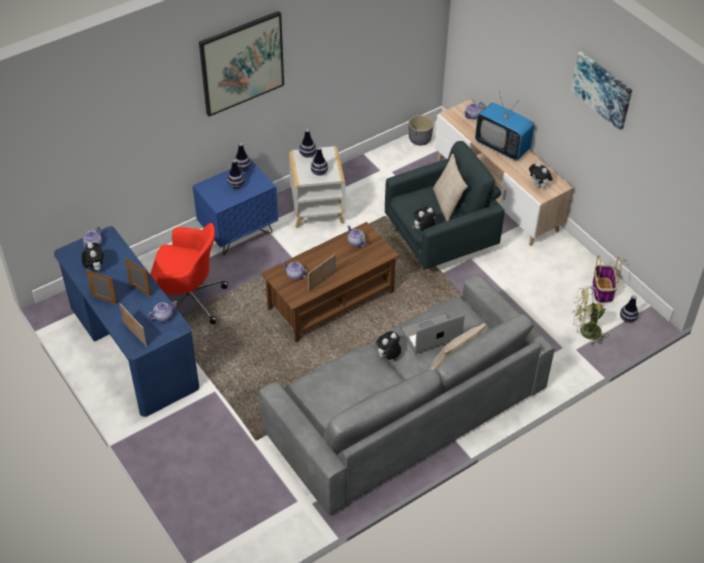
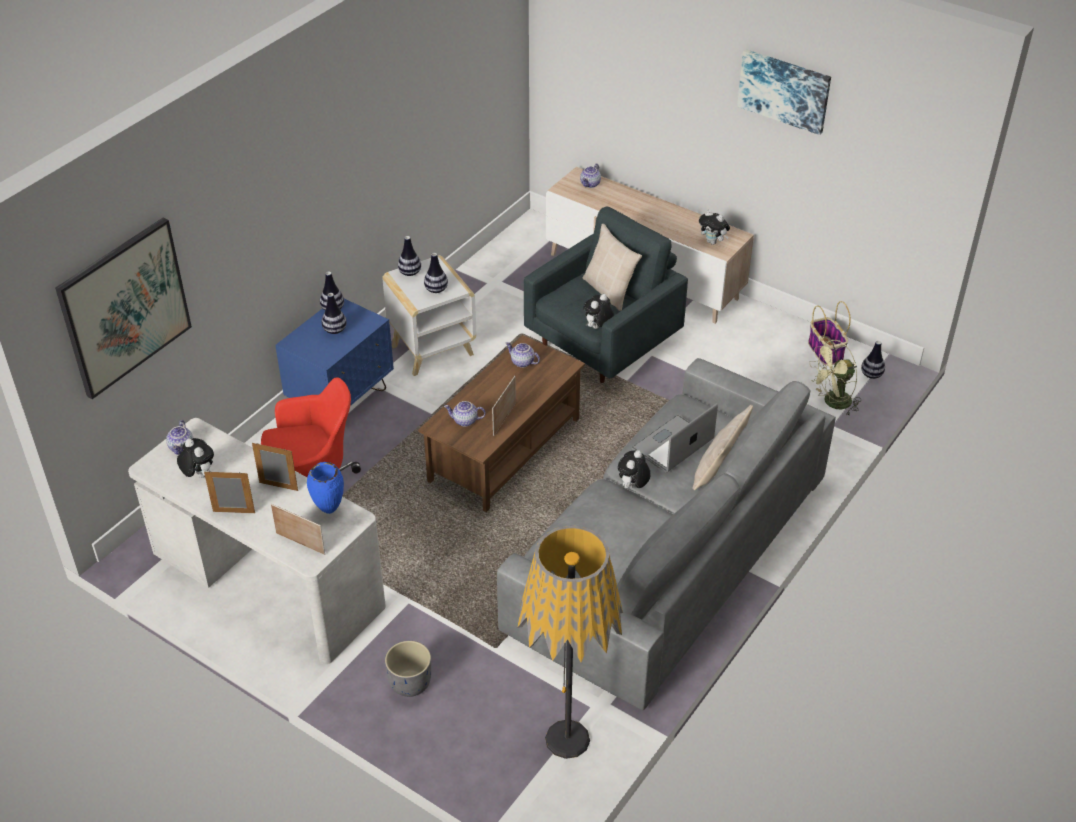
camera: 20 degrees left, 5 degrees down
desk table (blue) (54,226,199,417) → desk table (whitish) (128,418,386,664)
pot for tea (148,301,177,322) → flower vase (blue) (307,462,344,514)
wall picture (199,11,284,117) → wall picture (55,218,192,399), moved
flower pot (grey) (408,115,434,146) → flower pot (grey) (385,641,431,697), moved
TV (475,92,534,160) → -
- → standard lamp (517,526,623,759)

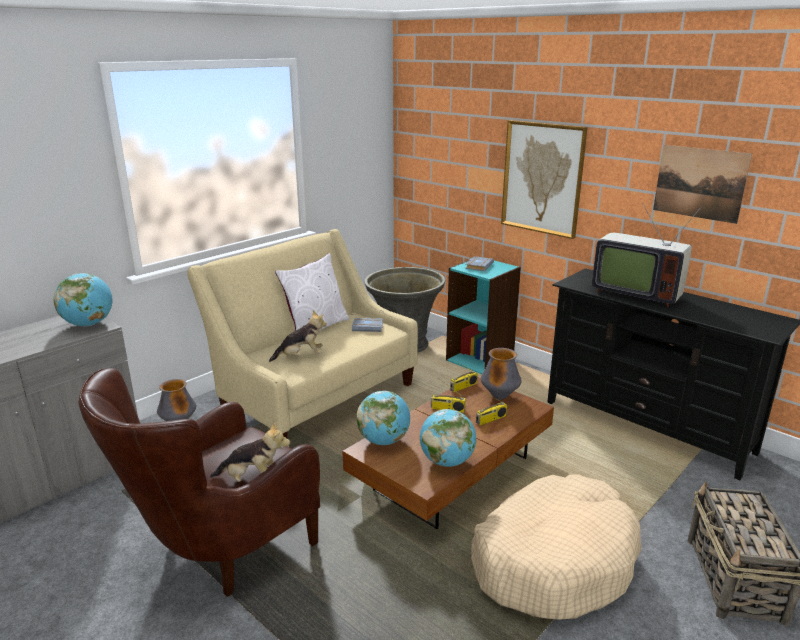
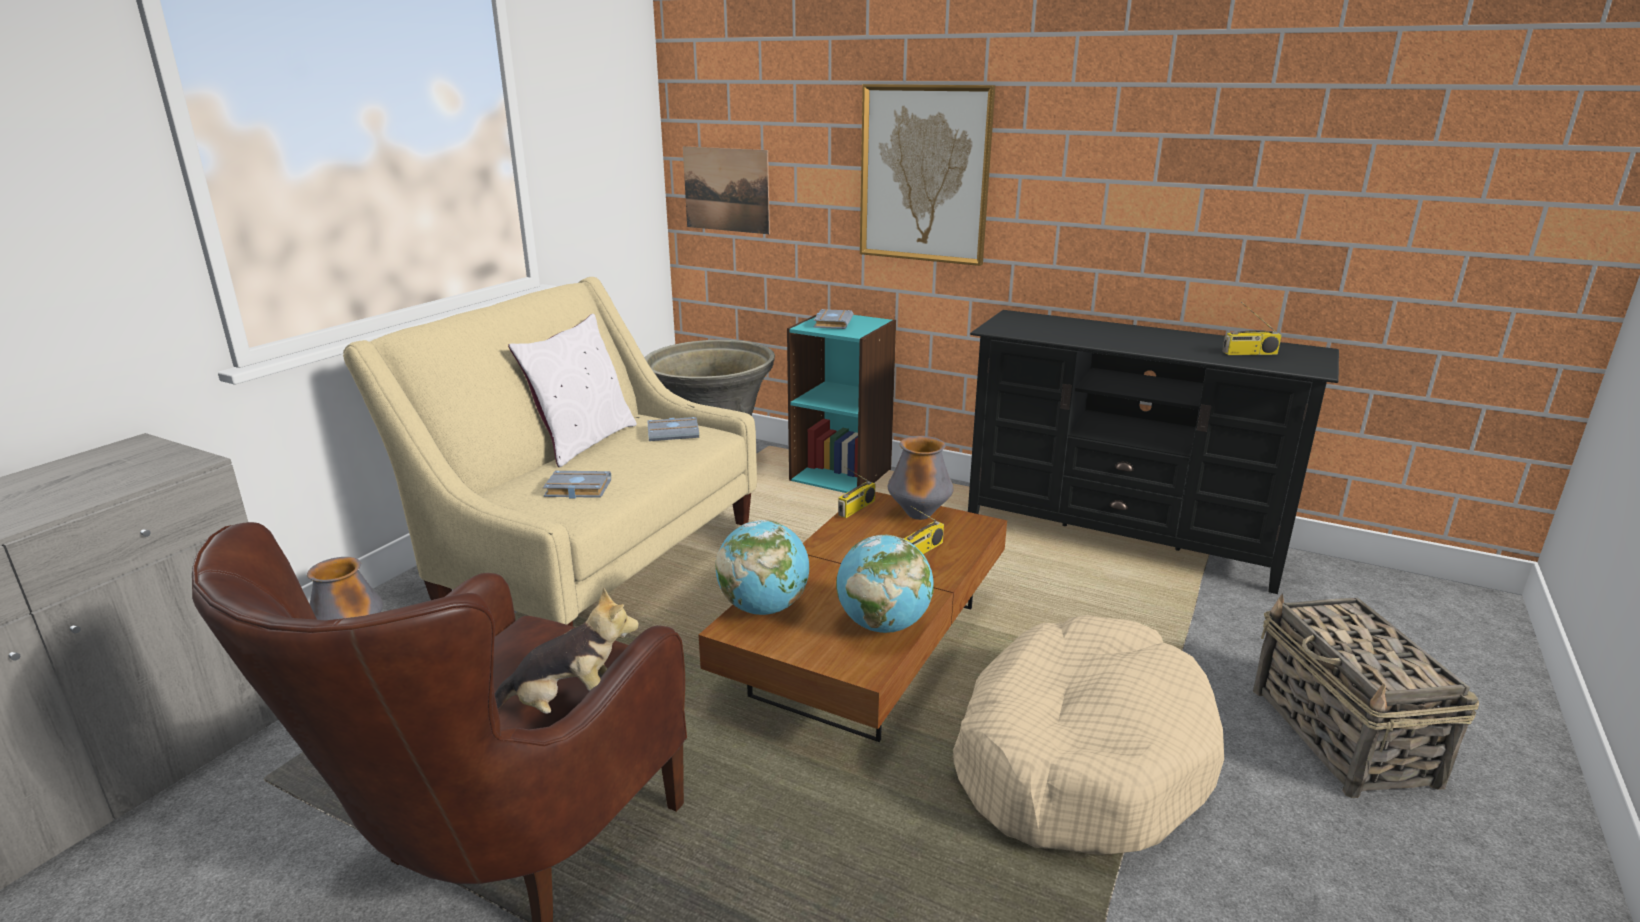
camera: 15 degrees left, 0 degrees up
world globe (54,273,112,326) → -
plush toy (269,310,327,362) → book (grey) (543,471,611,499)
radio receiver (431,379,466,412) → radio receiver (1222,302,1282,355), moved
TV (592,203,701,307) → -
wall picture (653,145,752,224) → wall picture (683,146,770,234), moved

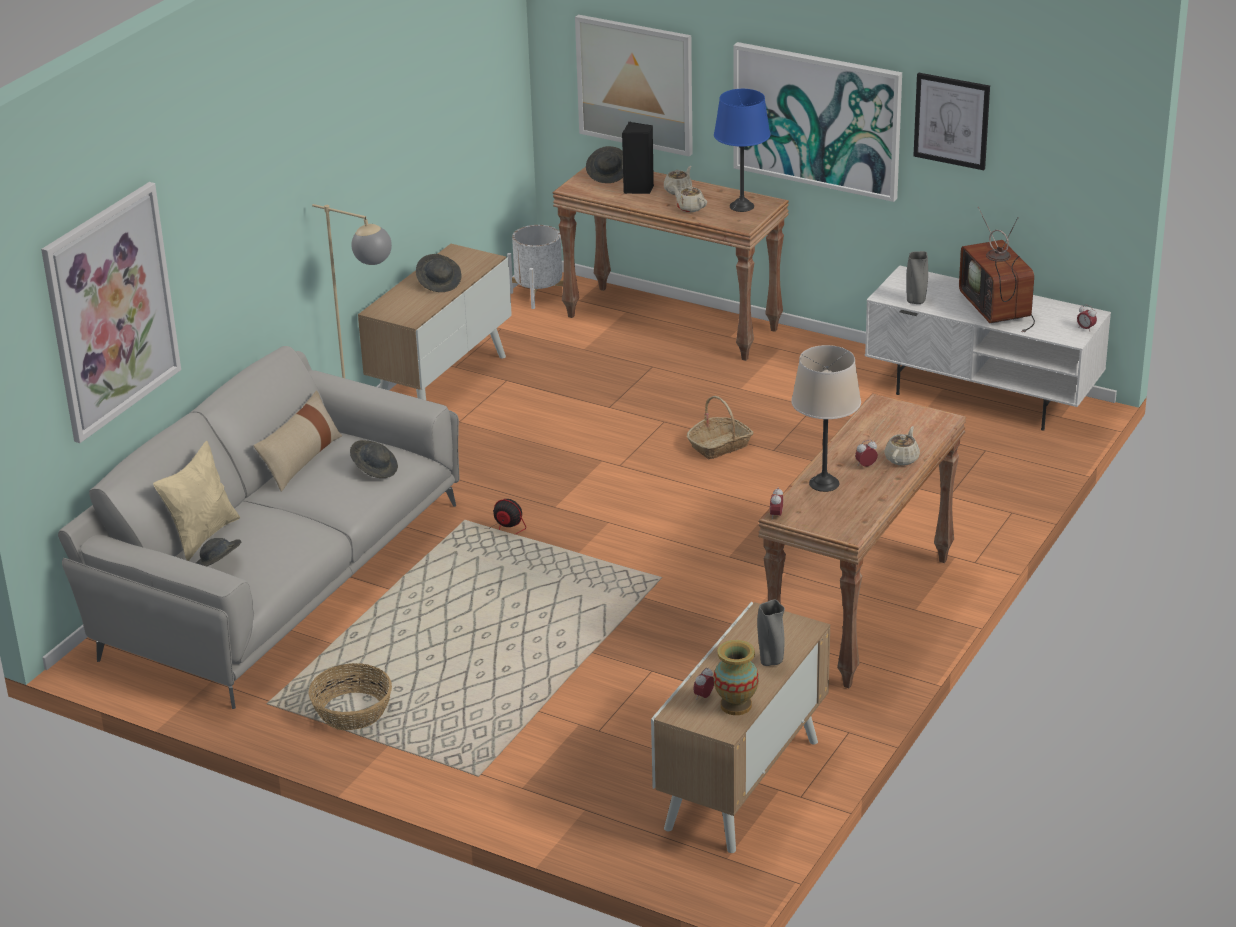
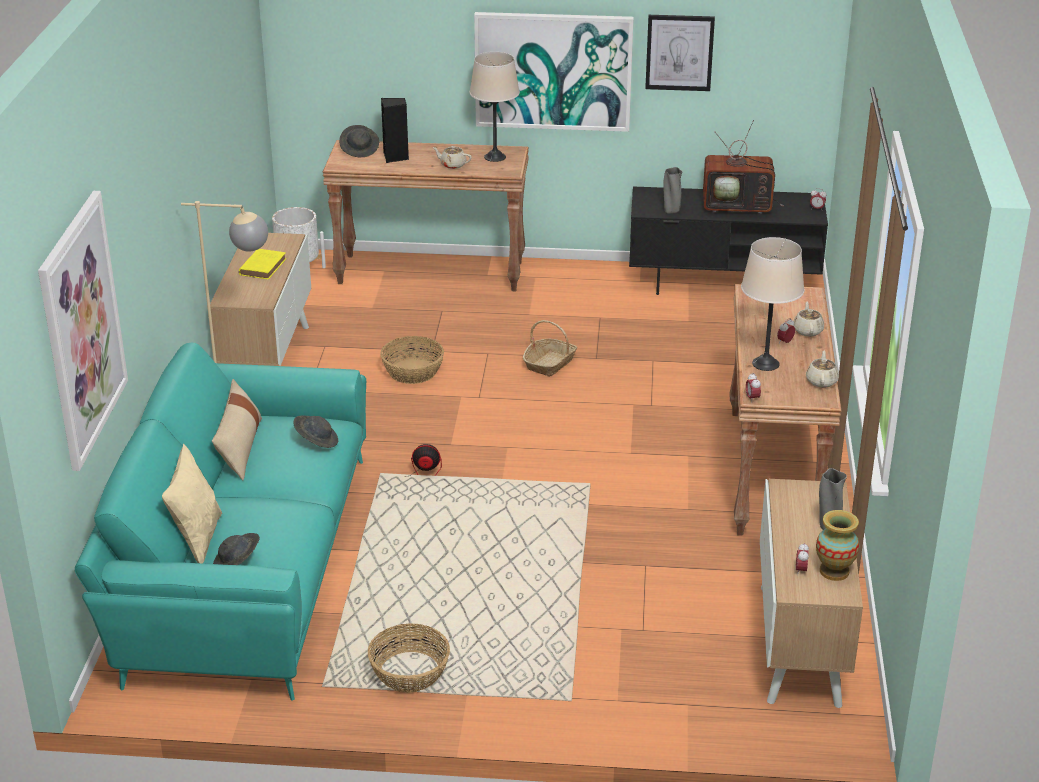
camera: 25 degrees left, 0 degrees up
settee (grey) (58,346,460,709) → settee (turquoise) (75,342,366,701)
clothing hat (grey) (416,254,462,292) → book (yellowish) (239,249,286,279)
wall picture (575,15,693,157) → -
pot for tea (beige-coloured) (664,166,692,195) → pot for tea (beige-coloured) (806,350,839,388), moved
tabletop lamp (blue) (714,89,771,212) → tabletop lamp (beige-coloured) (470,52,520,162)
media console (whitish) (865,265,1111,431) → media console (black-coloured) (629,186,828,295)
TV (959,207,1035,332) → TV (703,120,784,214), 45 degrees counterclockwise
- → basket (380,336,444,384)

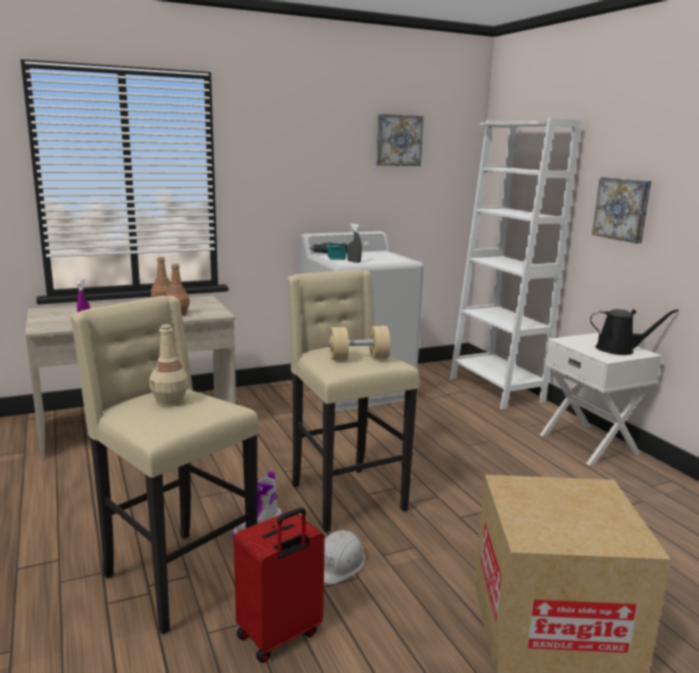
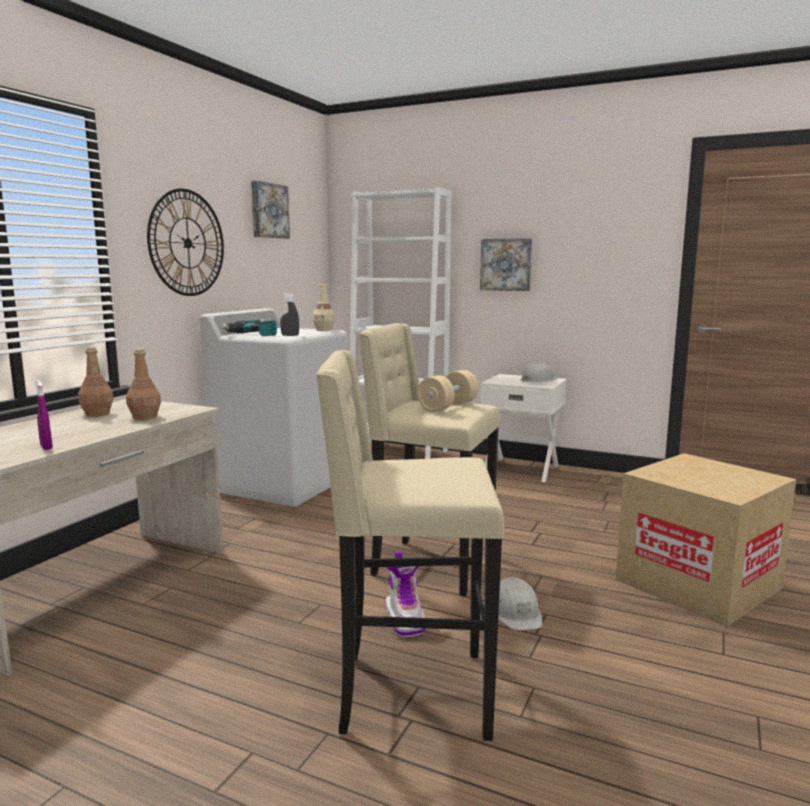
camera: 40 degrees left, 5 degrees down
beverage bottle (beige-coloured) (150,324,188,407) → beverage bottle (beige-coloured) (313,282,335,331), moved
piece of luggage (reddish) (234,507,325,663) → -
watering can (black-coloured) (590,309,678,355) → safety helmet (whitish) (520,361,559,383)
- → clock on the wall (147,188,224,296)

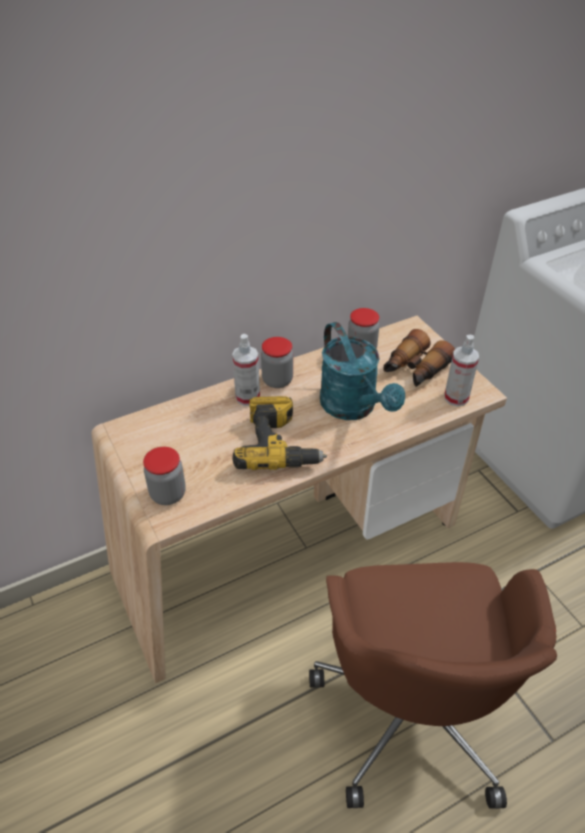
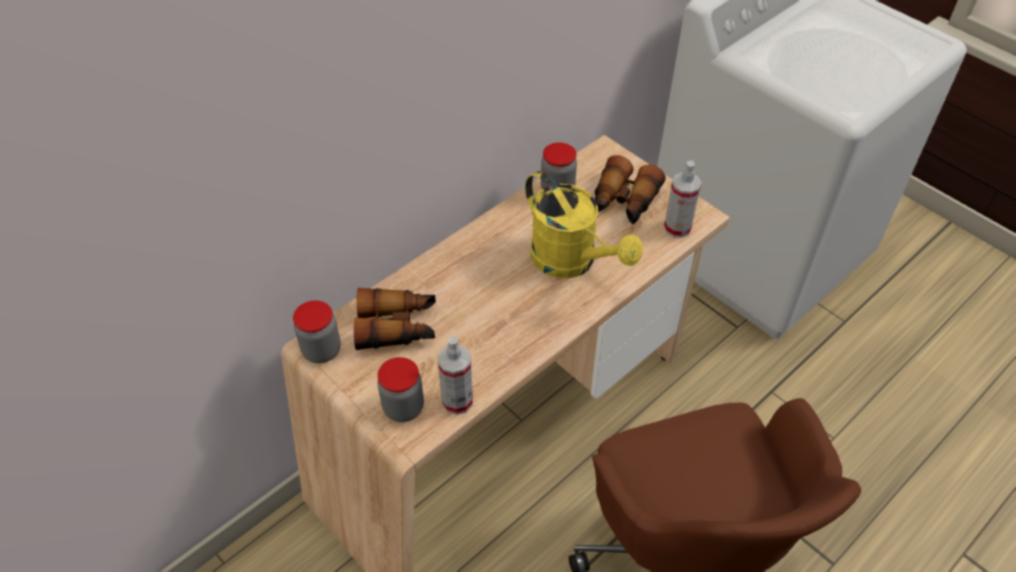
camera: 15 degrees left, 5 degrees up
sprayer (232,334,260,406) → sprayer (438,336,473,415), moved
power drill (232,396,327,470) → -
storage jar (261,337,293,388) → storage jar (293,301,341,363), moved
watering can (turquoise) (320,322,405,420) → watering can (yellowish) (525,171,643,279)
- → binoculars (354,288,436,350)

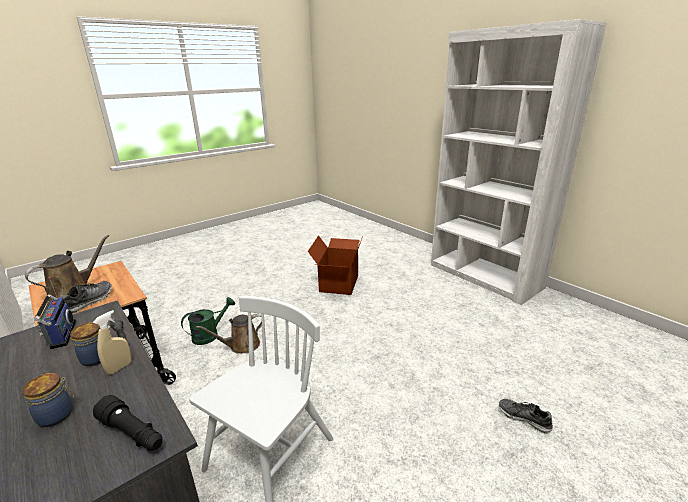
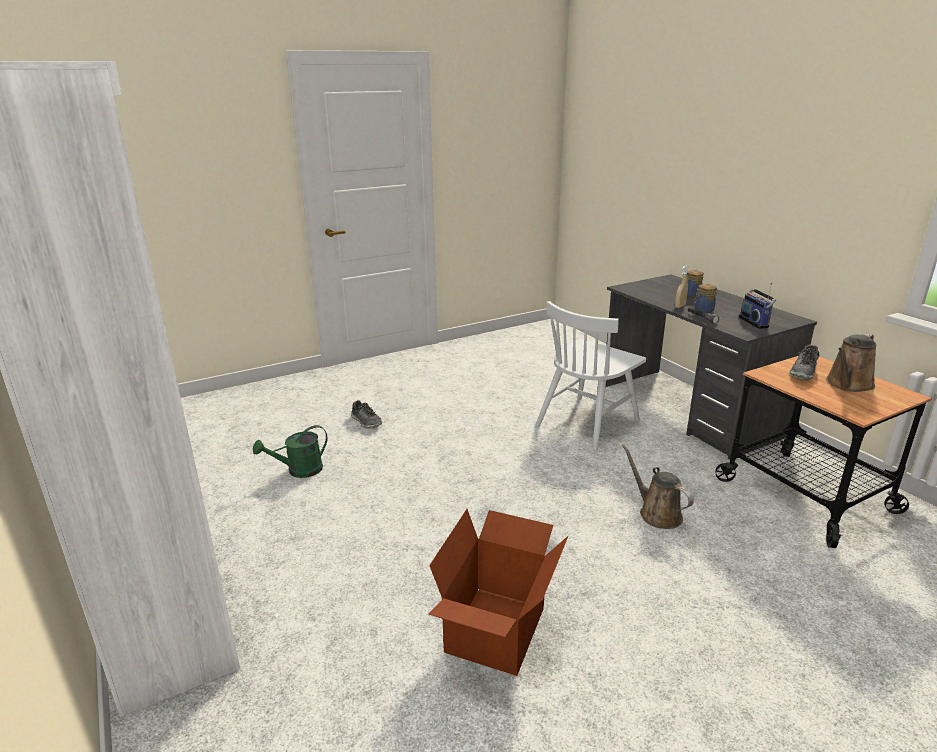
camera: 170 degrees left, 0 degrees up
hand torch (black-coloured) (93,395,163,451) → -
watering can (green) (181,297,235,345) → watering can (green) (253,425,328,478), moved
watering can (brown-coloured) (196,314,262,353) → watering can (brown-coloured) (622,444,694,529), 105 degrees counterclockwise

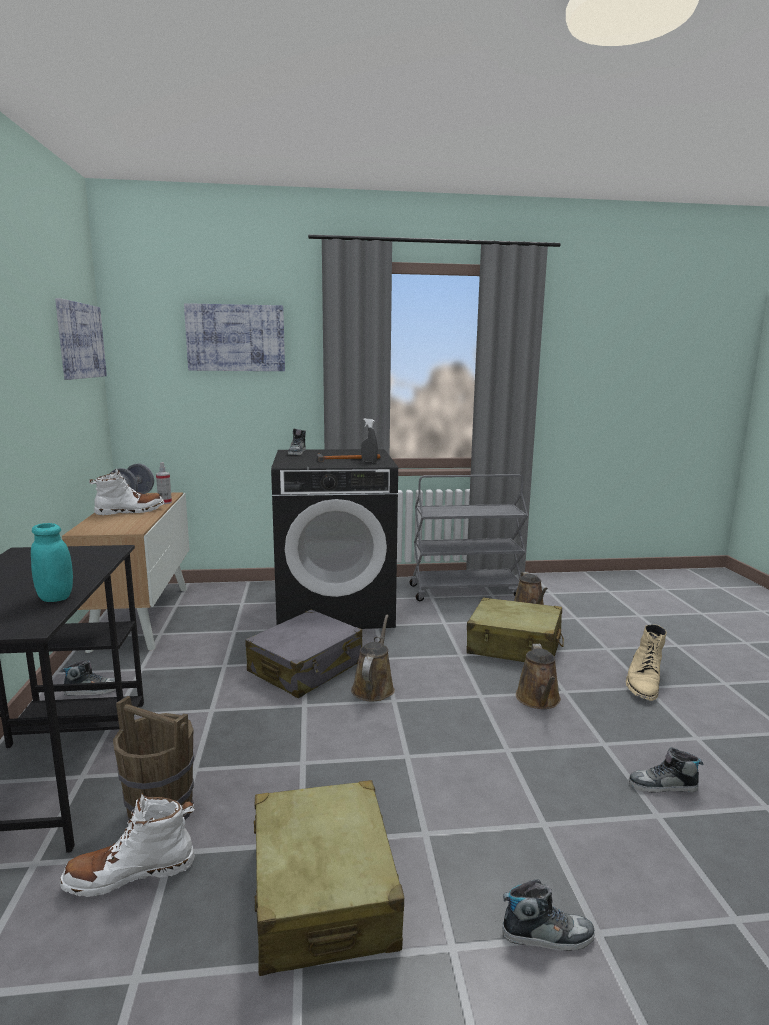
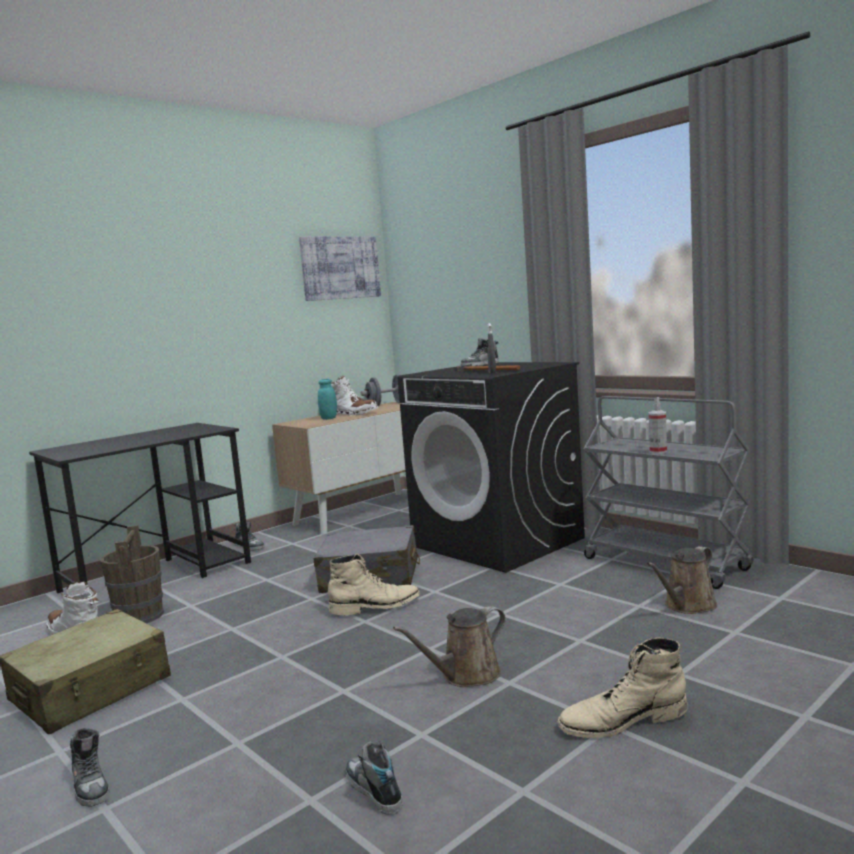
camera: 55 degrees right, 5 degrees down
storage jar (turquoise) (31,523,73,602) → storage jar (turquoise) (318,379,337,420), moved
sprayer (156,462,172,504) → sprayer (648,397,667,454), moved
wall picture (184,303,285,371) → -
watering can (brown-coloured) (351,615,395,701) → boot (beige-coloured) (328,554,420,615)
piece of luggage (beige-coloured) (467,597,564,662) → -

